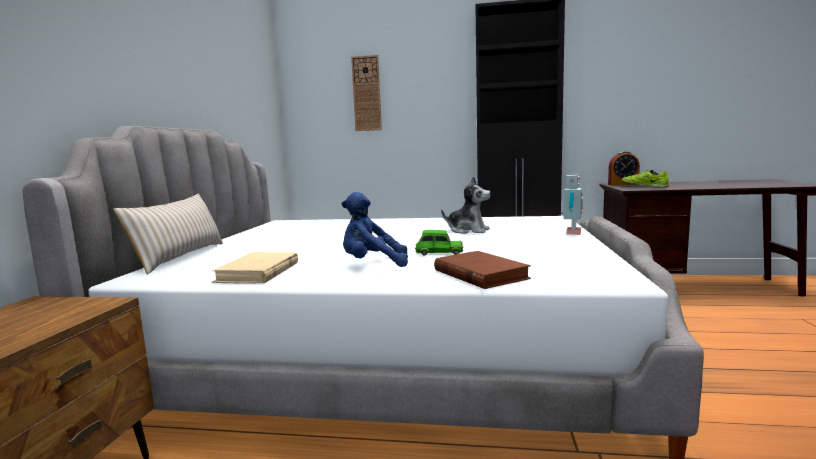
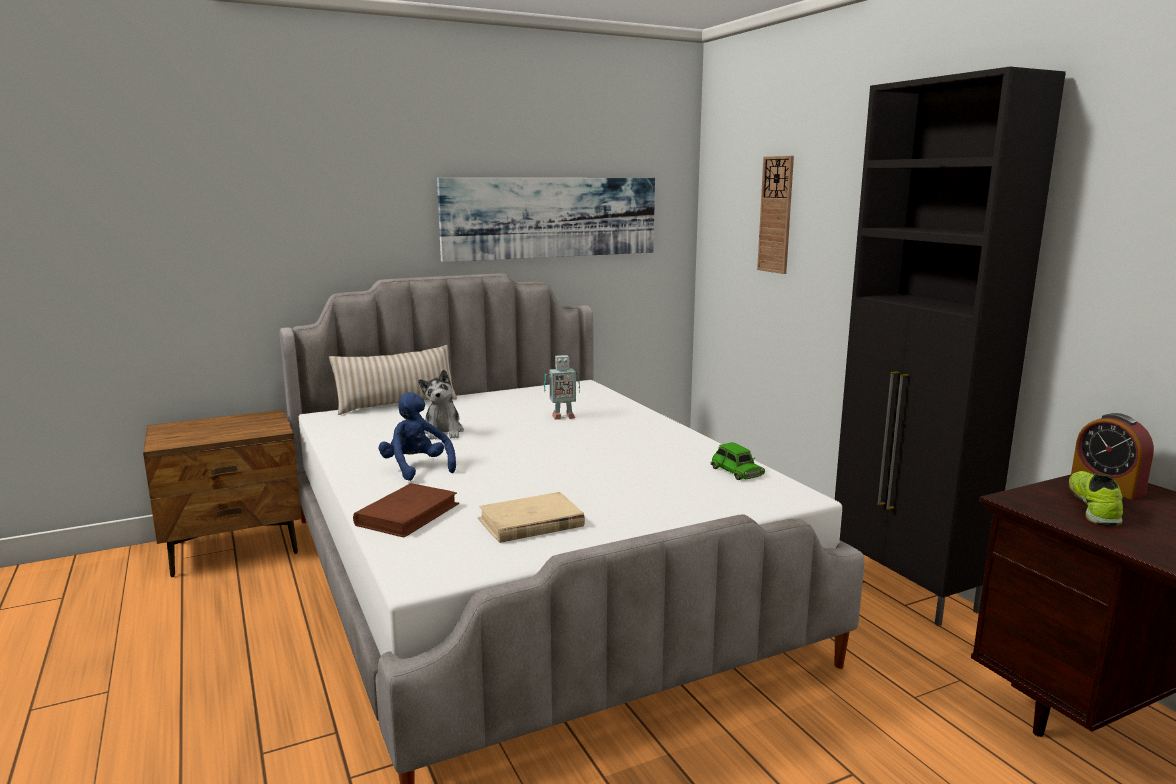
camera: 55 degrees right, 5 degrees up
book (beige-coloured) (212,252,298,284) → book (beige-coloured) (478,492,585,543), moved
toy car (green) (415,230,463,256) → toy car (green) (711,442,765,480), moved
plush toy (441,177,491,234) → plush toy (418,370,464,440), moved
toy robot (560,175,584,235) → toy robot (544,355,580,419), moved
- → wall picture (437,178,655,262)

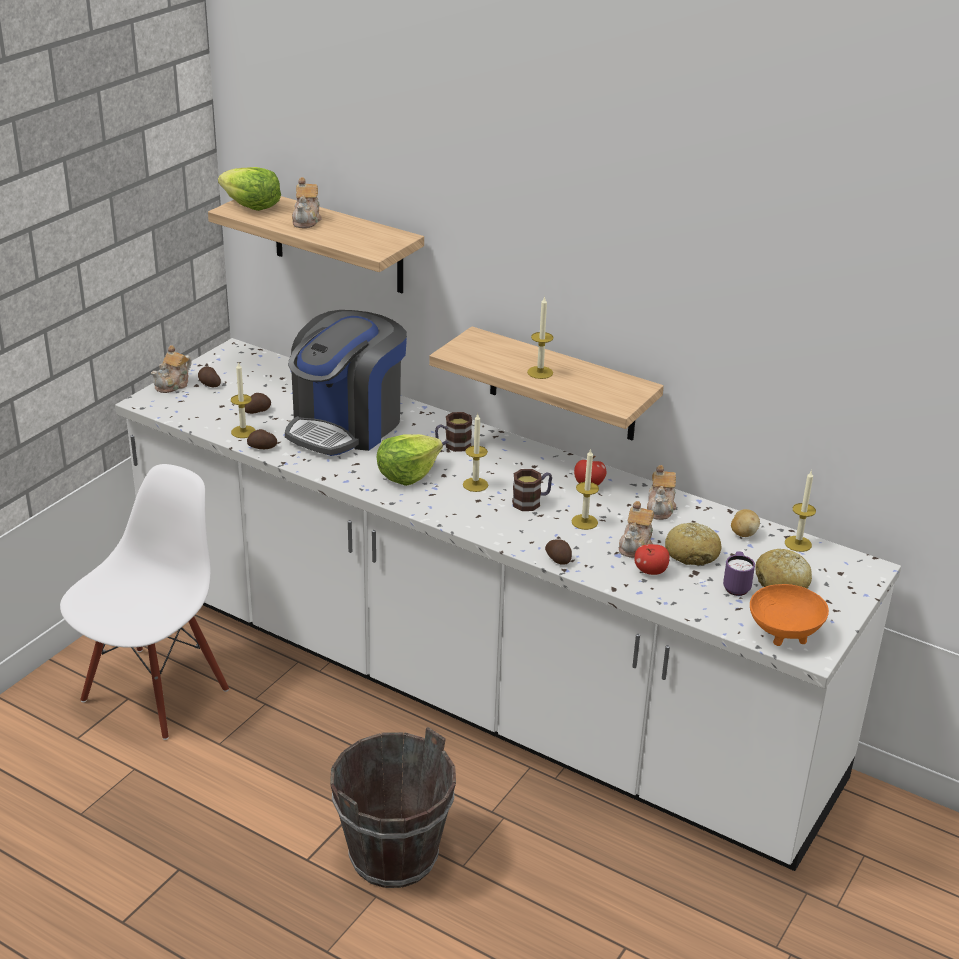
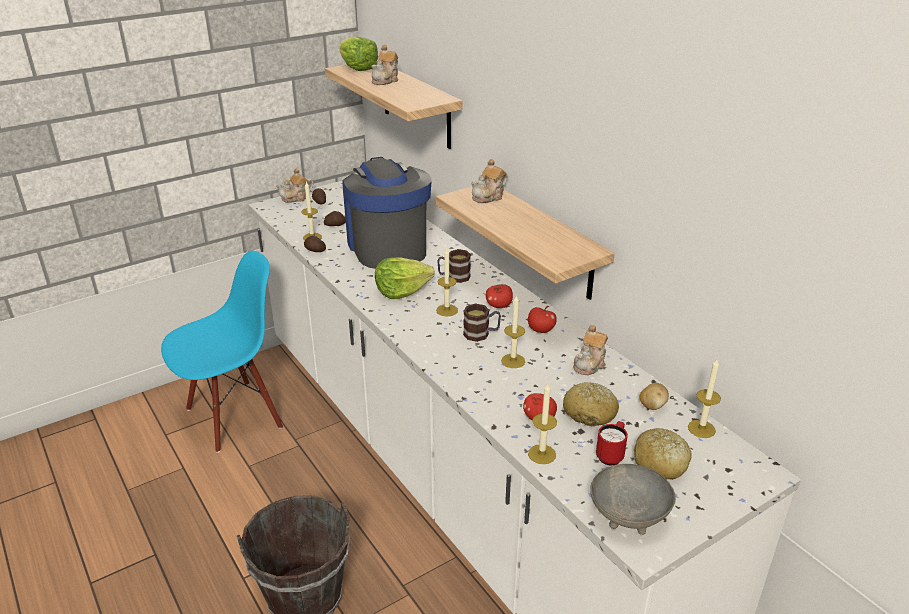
camera: 25 degrees right, 0 degrees up
chair (whitish) (60,464,229,740) → chair (blue) (161,251,283,453)
coffee maker (285,310,407,456) → coffee maker (342,157,432,269), 105 degrees clockwise
wax light (527,296,553,379) → wax light (528,383,557,464), moved
whole potato (545,539,572,565) → -
pot for tea (619,501,654,558) → pot for tea (471,159,507,203), moved
coffee mug (purple-coloured) (723,551,755,596) → coffee mug (reddish) (596,421,628,465)
bowl (orangey) (750,584,829,646) → bowl (grey) (590,464,676,535)
- → apple fruit (486,284,513,308)

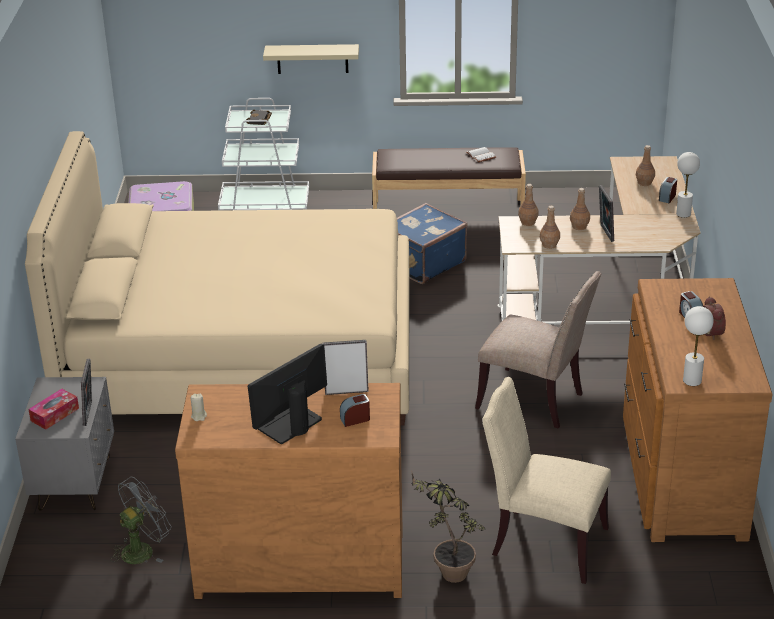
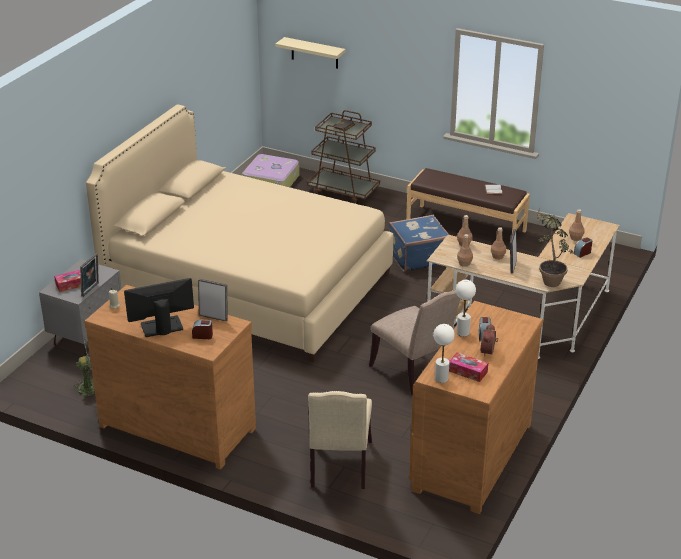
camera: 25 degrees right, 0 degrees up
trolley (whitish) (218,98,309,210) → trolley (brown-coloured) (307,110,380,204)
bracket shelf (beige-coloured) (263,44,359,74) → bracket shelf (beige-coloured) (275,37,346,69), moved
houseplant (411,470,485,583) → houseplant (537,207,574,287), moved
chair (beige-coloured) (482,377,611,584) → chair (beige-coloured) (308,391,372,489), 135 degrees counterclockwise
tabletop lamp (whitish) (676,152,700,218) → tabletop lamp (whitish) (456,280,476,337), moved
- → tissue box (449,352,488,382)

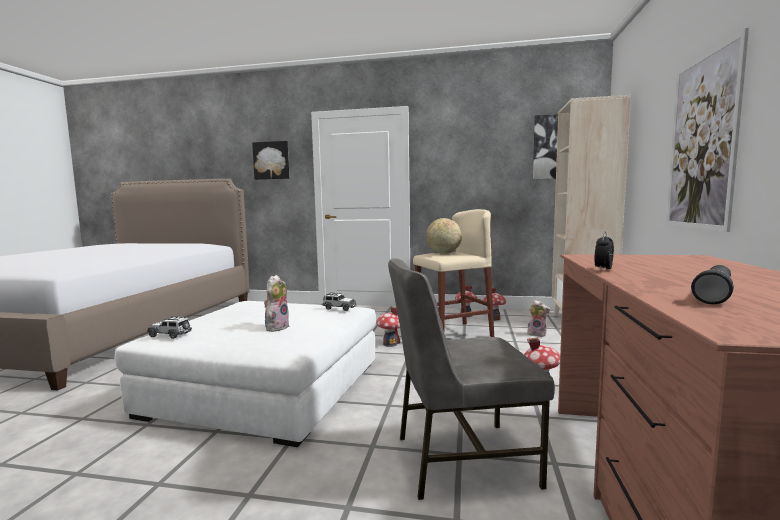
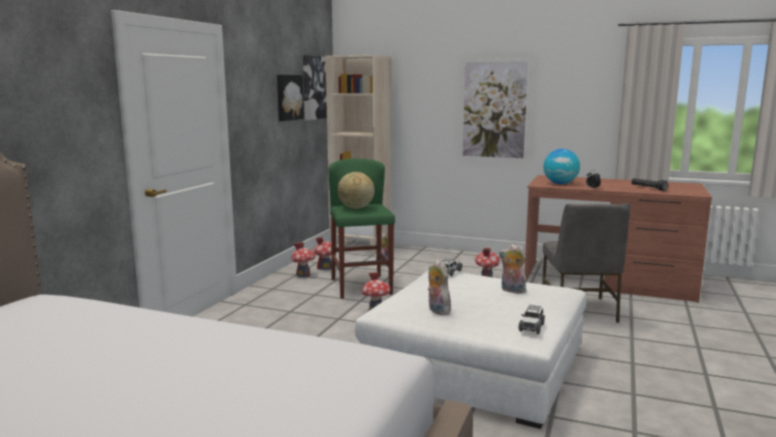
camera: 80 degrees left, 5 degrees up
wall picture (252,141,289,180) → wall picture (277,75,304,121), moved
stool (beige-coloured) (413,209,494,337) → stool (green) (329,159,395,299)
- → plush toy (428,259,451,315)
- → world globe (543,149,580,184)

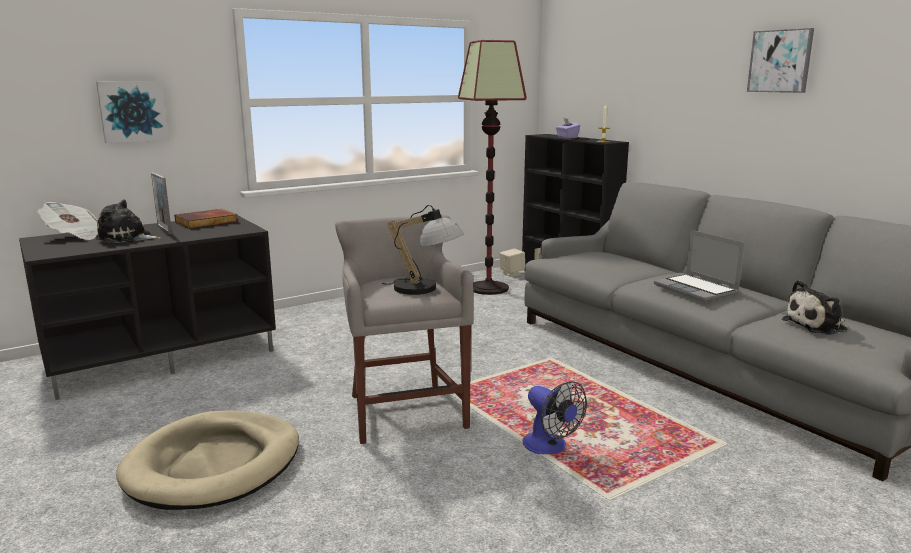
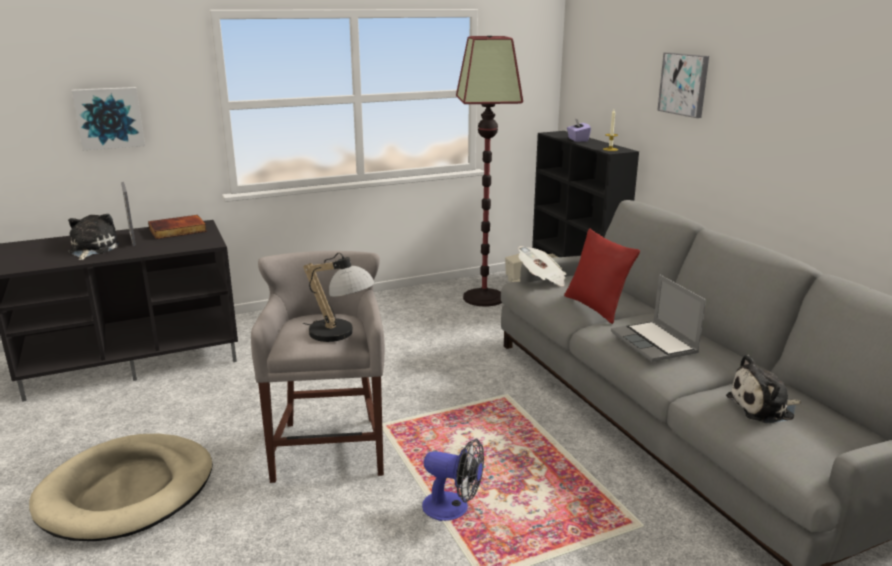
camera: 10 degrees right, 5 degrees up
printed paper (38,202,98,240) → printed paper (518,246,566,286), moved
plush toy (96,199,161,243) → plush toy (68,214,119,260), 75 degrees clockwise
electric fan (523,381,587,454) → electric fan (422,439,484,521), 45 degrees counterclockwise
wall picture (747,28,814,93) → wall picture (657,52,709,118), moved
- → throw pillow (reddish) (564,228,640,324)

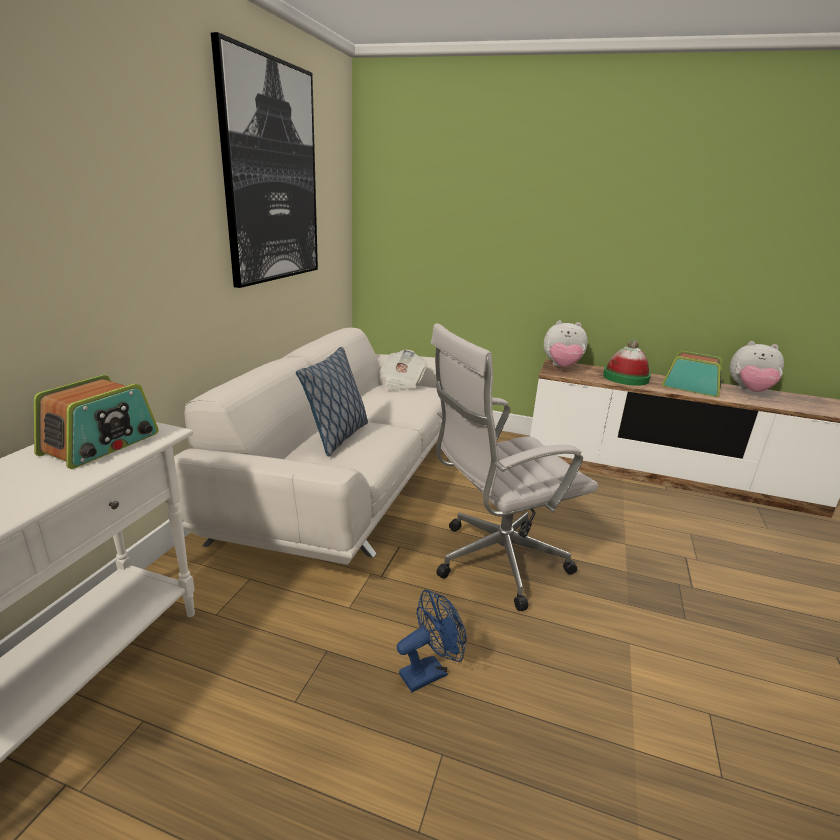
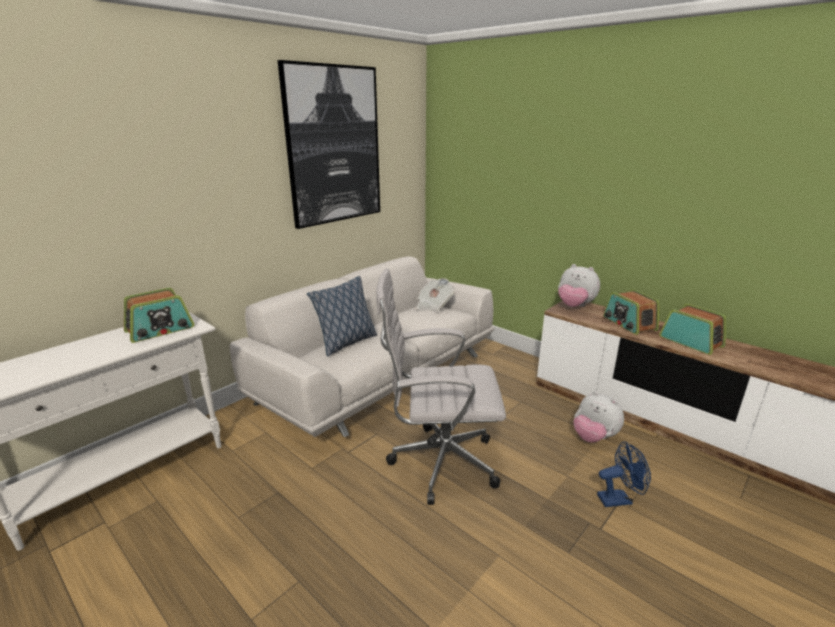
camera: 25 degrees right, 0 degrees up
electric fan (blue) (397,590,467,692) → electric fan (blue) (597,441,651,507), moved
clothing hat (603,340,651,386) → radio receiver (604,289,659,335)
plush toy (730,341,784,392) → plush toy (573,391,624,442), moved

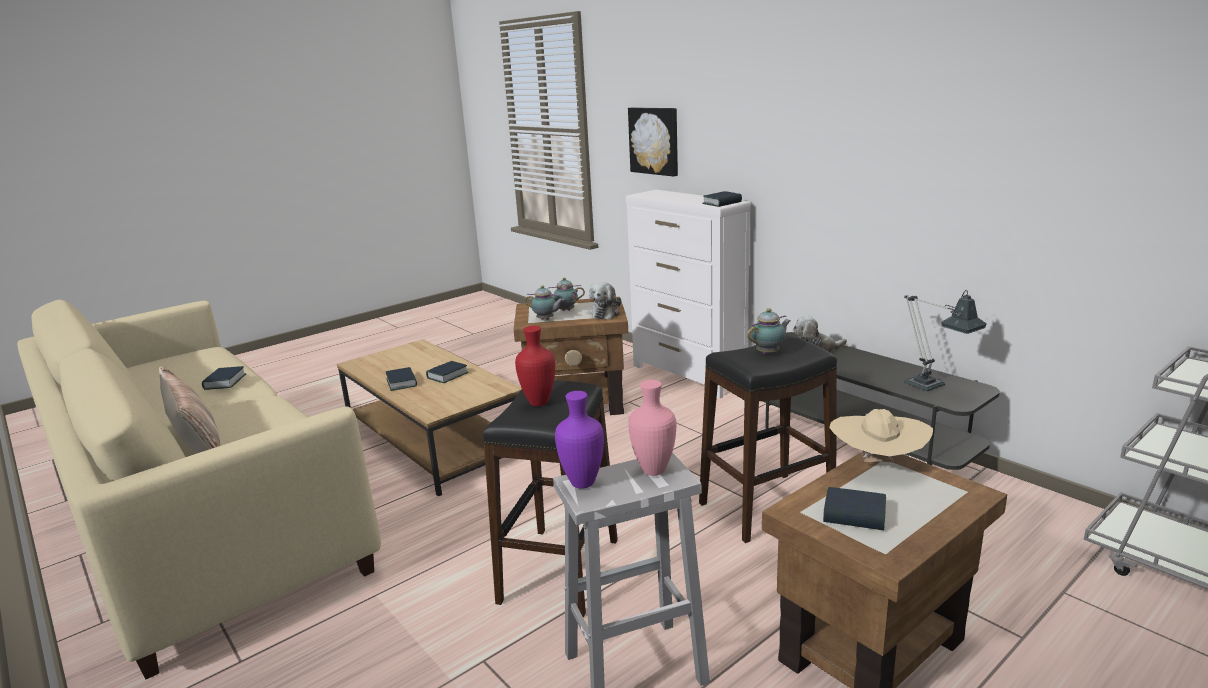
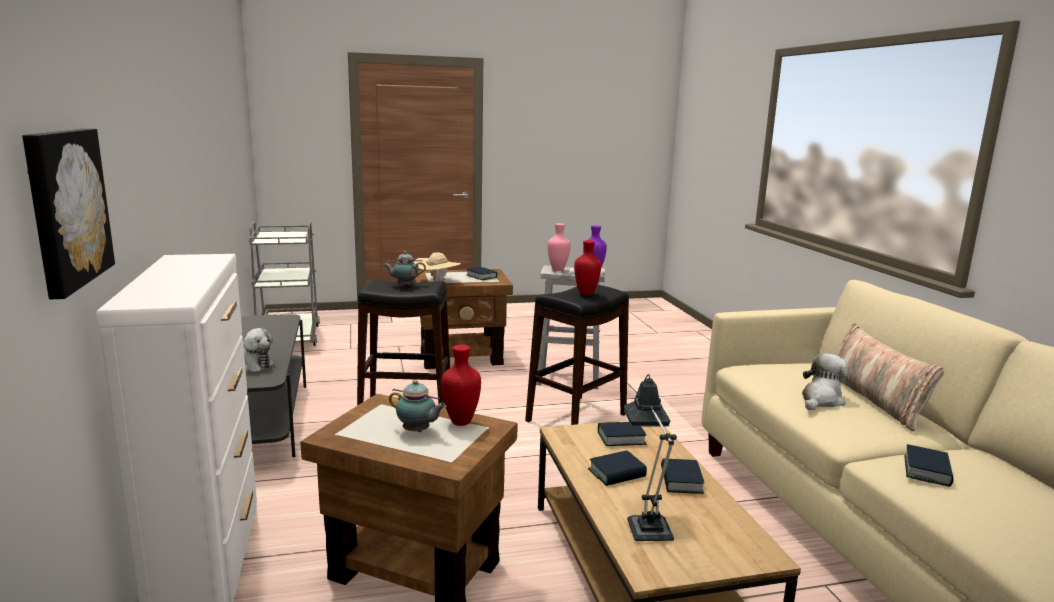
camera: 155 degrees left, 5 degrees down
pot for tea (525,285,564,320) → flower vase (reddish) (441,345,481,426)
plush toy (589,282,621,319) → plush toy (802,353,848,410), moved
book (702,191,742,207) → book (598,422,647,446), moved
tabletop lamp (904,290,987,391) → tabletop lamp (624,374,677,541), moved

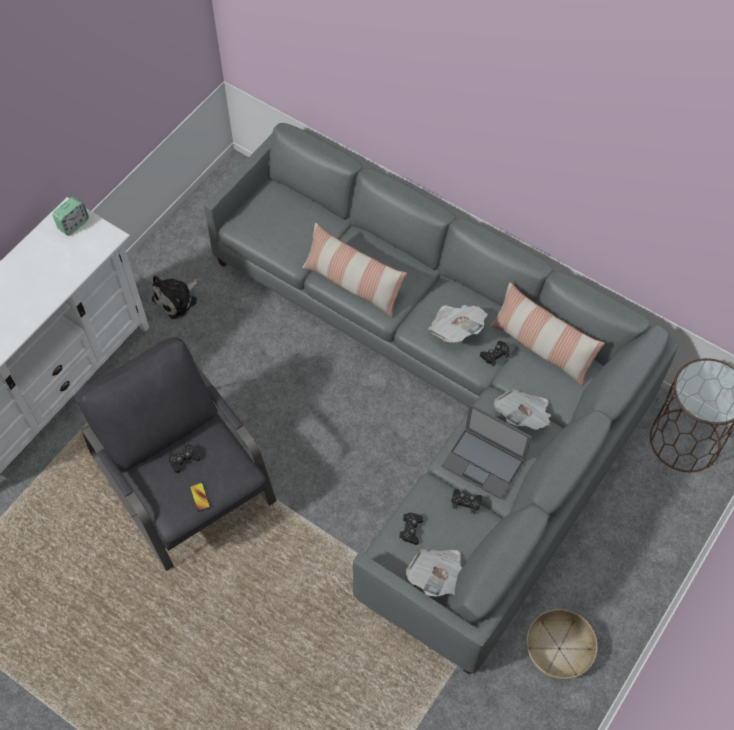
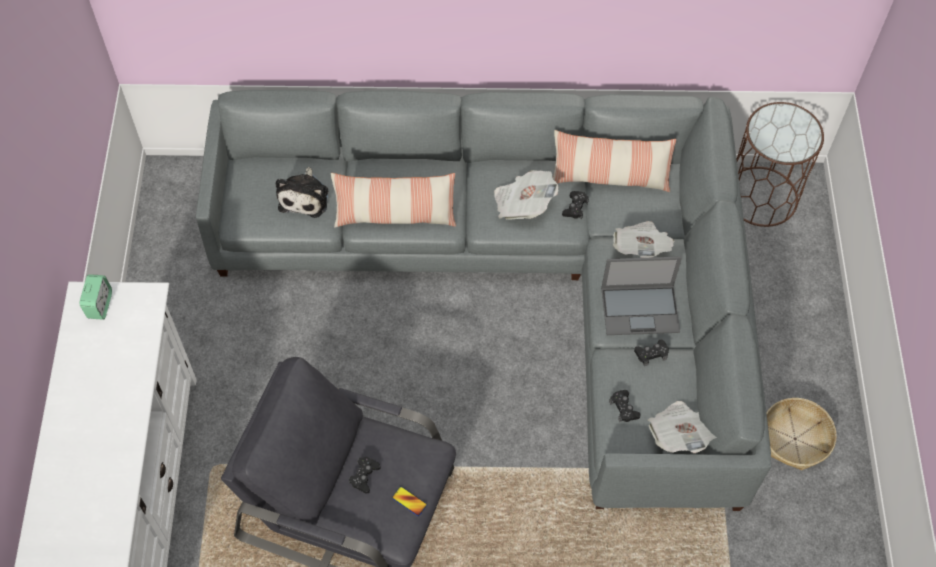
camera: 35 degrees left, 0 degrees up
plush toy (152,275,198,319) → plush toy (276,167,328,218), moved

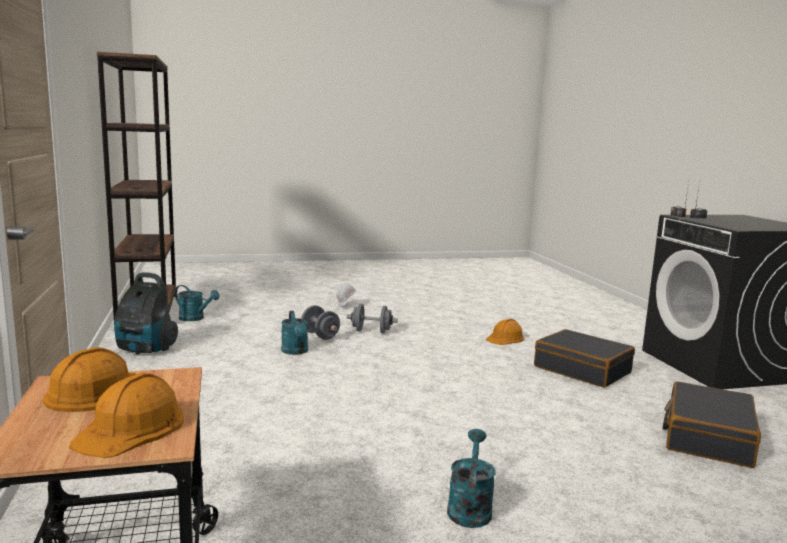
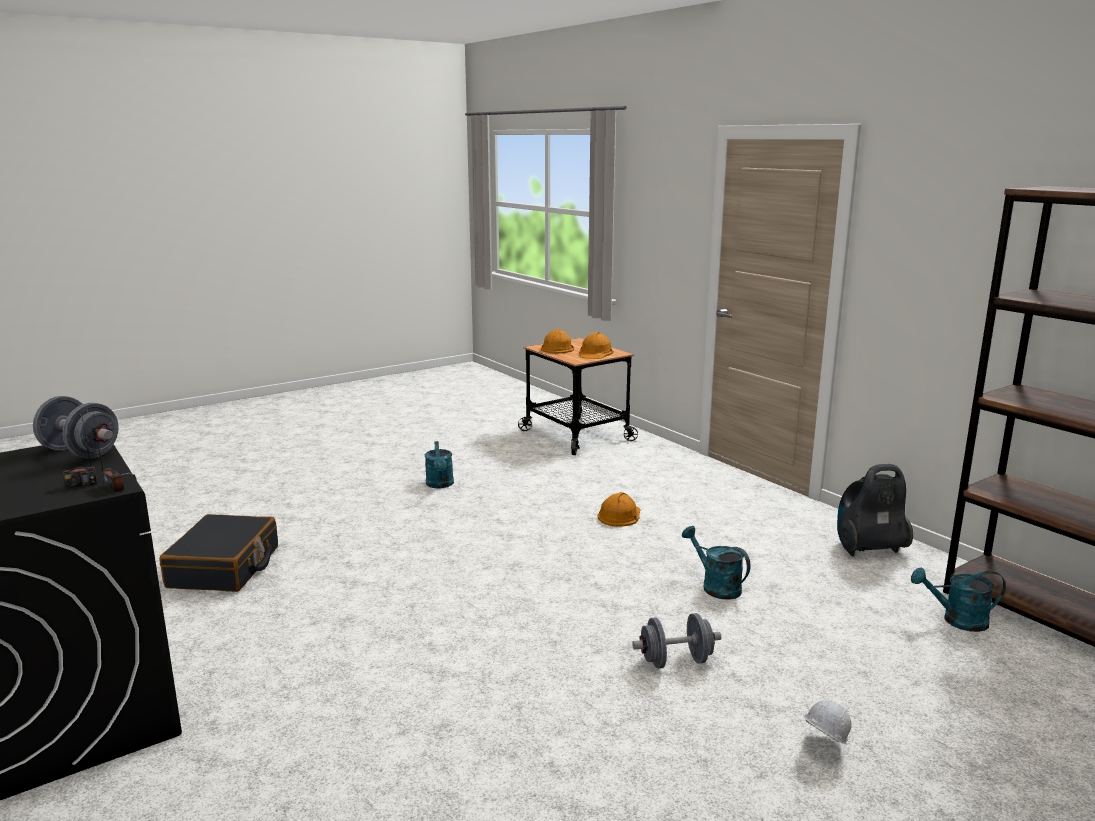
camera: 160 degrees right, 5 degrees up
dumbbell (grey) (301,305,340,340) → dumbbell (grey) (33,396,119,459), moved
safety helmet (orangey) (486,319,524,345) → safety helmet (orangey) (597,492,640,527), moved
piece of luggage (black-coloured) (534,329,635,388) → -

